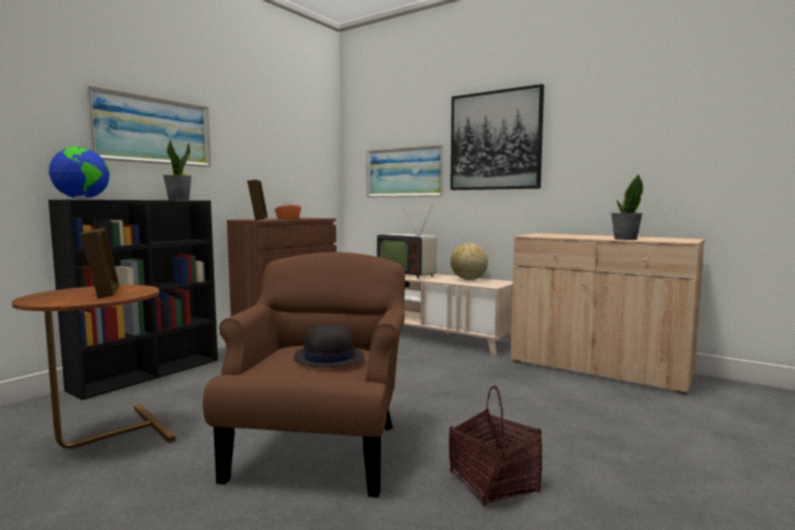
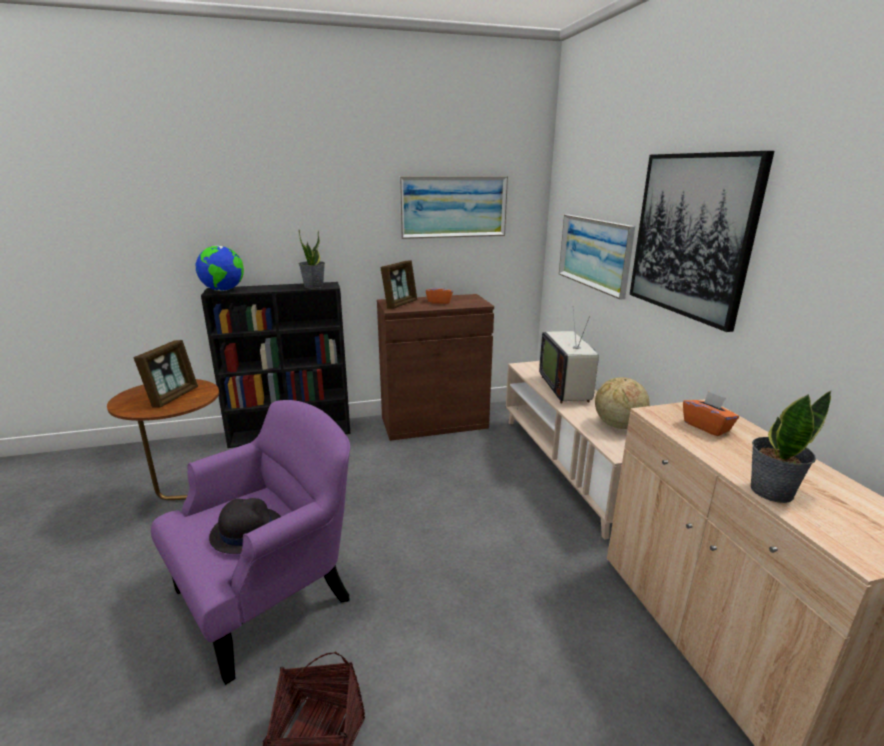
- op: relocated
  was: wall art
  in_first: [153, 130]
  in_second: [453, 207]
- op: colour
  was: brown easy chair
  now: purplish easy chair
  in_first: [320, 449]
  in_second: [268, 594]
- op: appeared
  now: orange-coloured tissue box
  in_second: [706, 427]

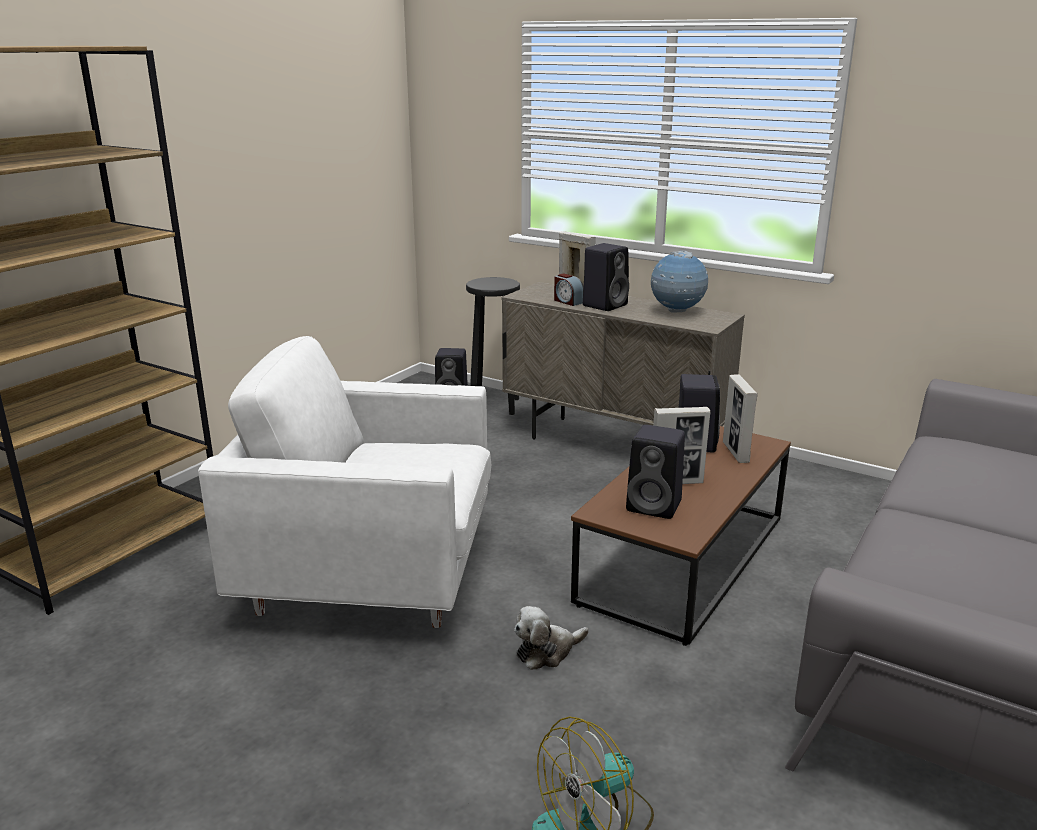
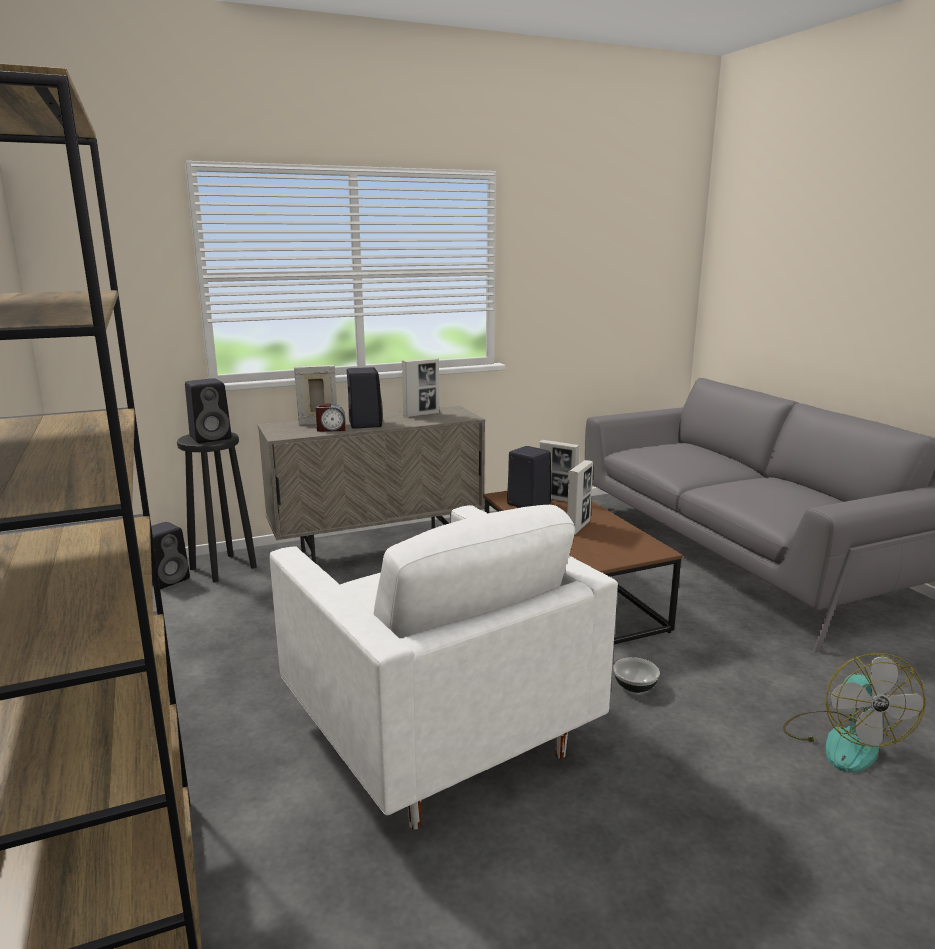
- op: spun
  was: white easy chair
  in_first: [371, 575]
  in_second: [435, 732]
  clockwise: -75
- op: exchanged
  was: cuddly toy
  now: deep dish
  in_first: [547, 652]
  in_second: [635, 686]
- op: relocated
  was: black audio speaker
  in_first: [656, 506]
  in_second: [212, 437]
- op: exchanged
  was: desk globe
  now: photo frame
  in_first: [677, 311]
  in_second: [421, 415]

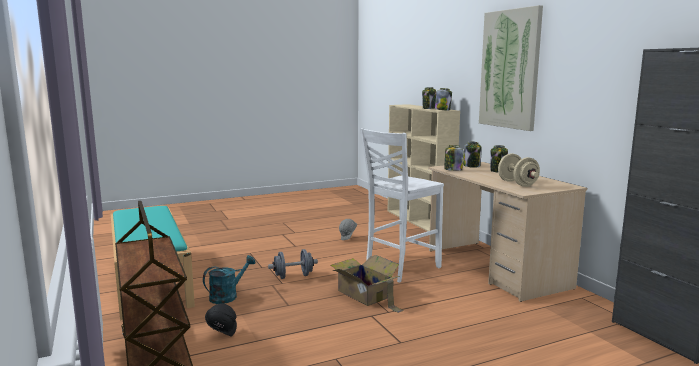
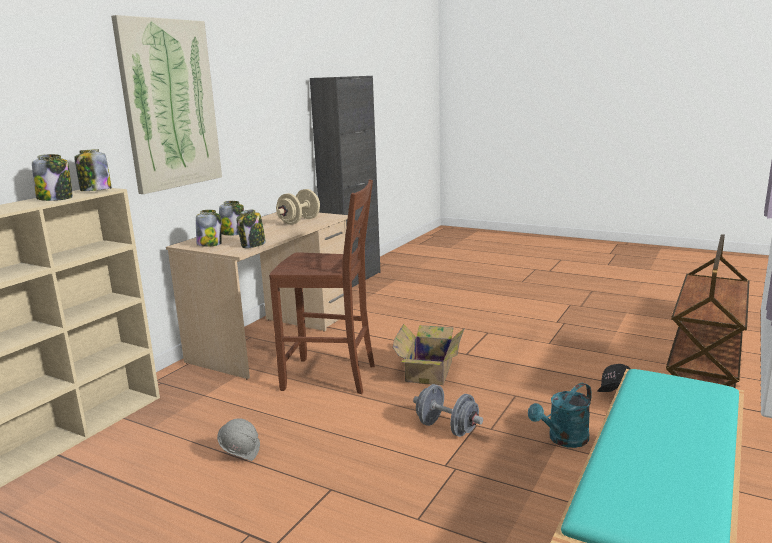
- op: spun
  was: turquoise sprinkling can
  in_first: [228, 296]
  in_second: [563, 440]
  clockwise: -45
- op: colour
  was: white plain chair
  now: brown plain chair
  in_first: [400, 268]
  in_second: [331, 377]

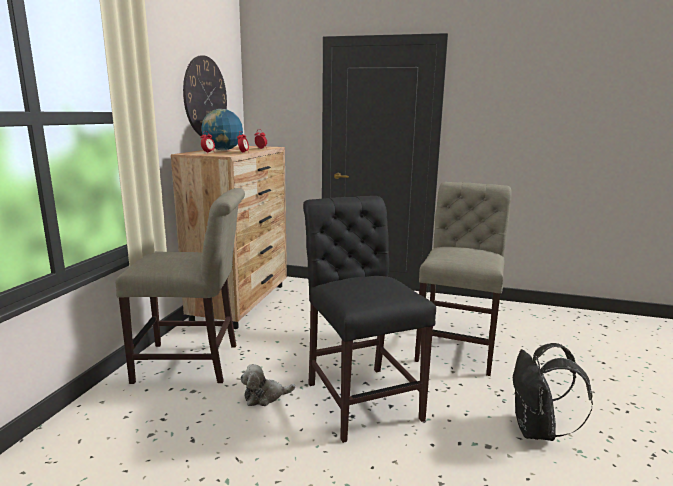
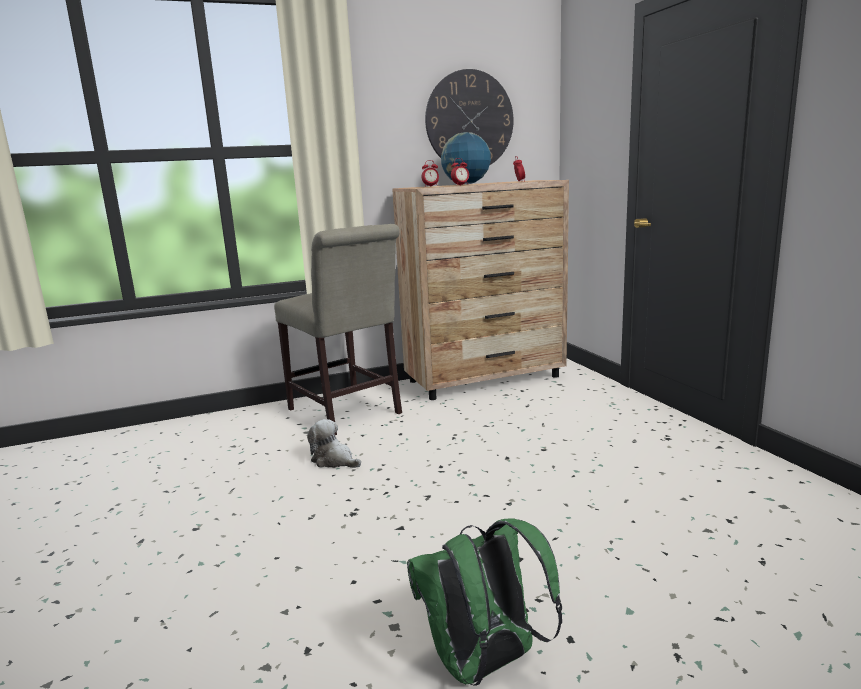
- op: missing
  was: black plain chair
  in_first: [360, 396]
- op: missing
  was: beige plain chair
  in_first: [457, 346]
- op: colour
  was: black backpack
  now: greenish backpack
  in_first: [537, 431]
  in_second: [485, 665]

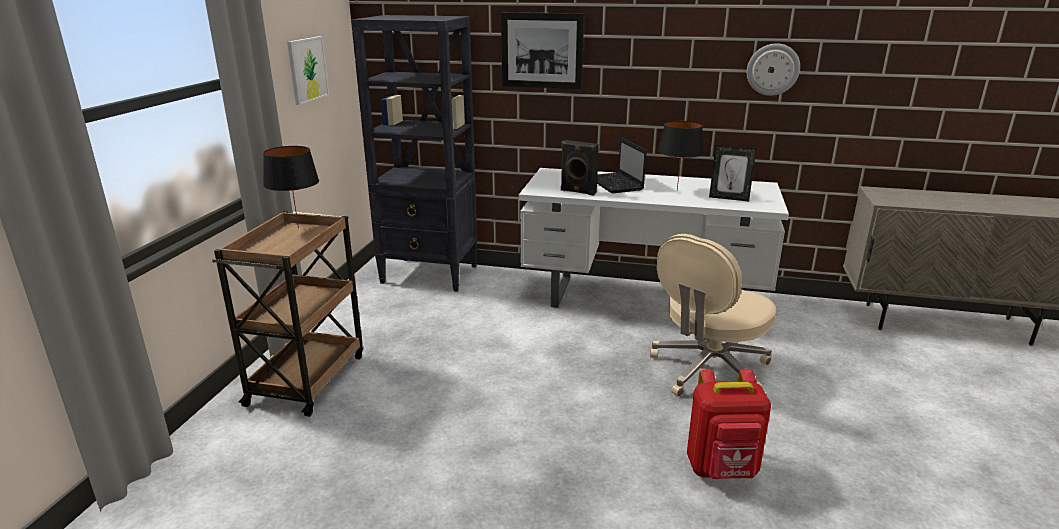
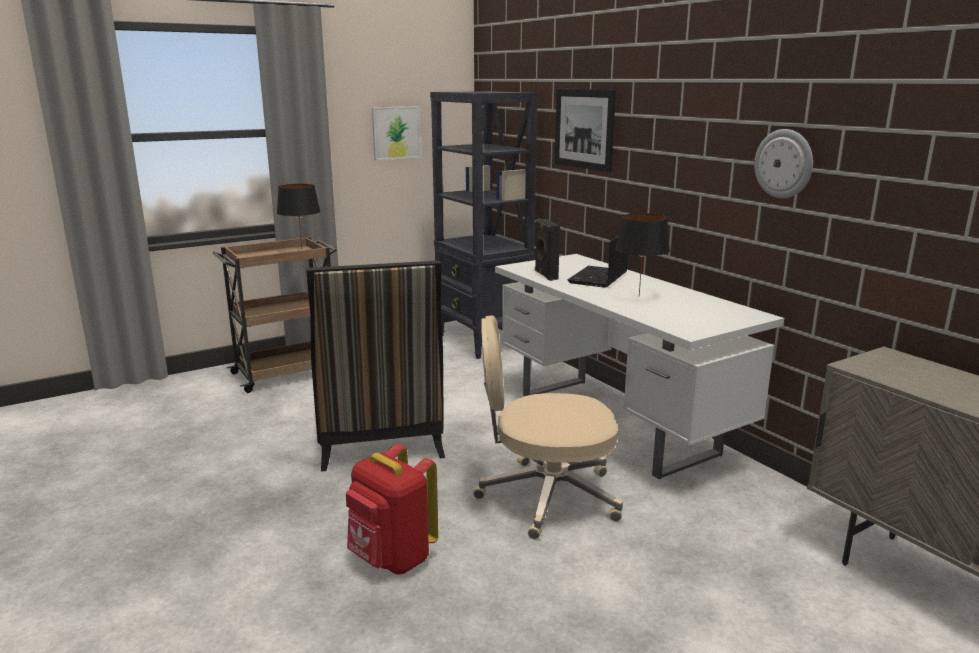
- op: missing
  was: photo frame
  in_first: [729, 198]
- op: appeared
  now: plain chair
  in_second: [378, 438]

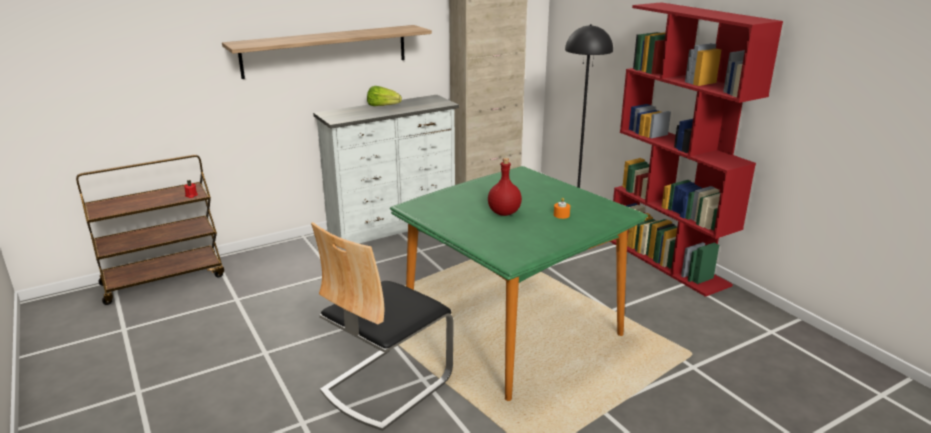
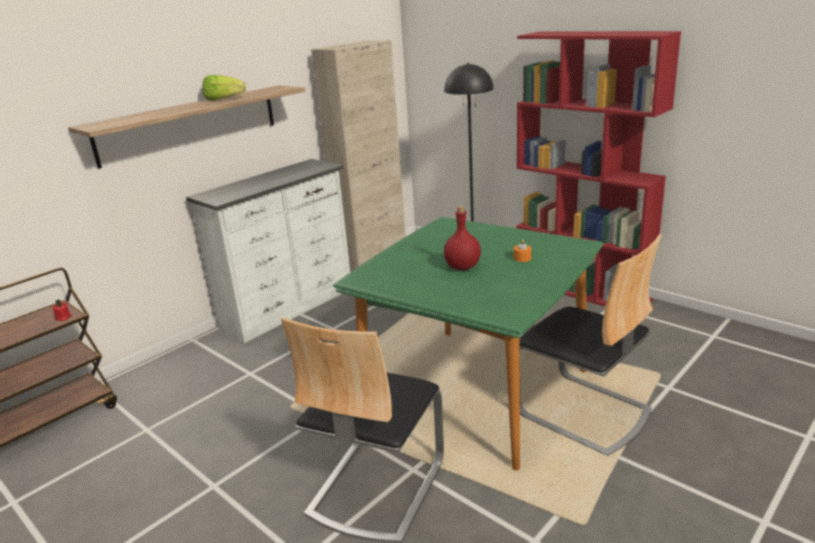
- op: relocated
  was: lettuce head
  in_first: [383, 106]
  in_second: [223, 99]
- op: appeared
  now: plain chair
  in_second: [582, 412]

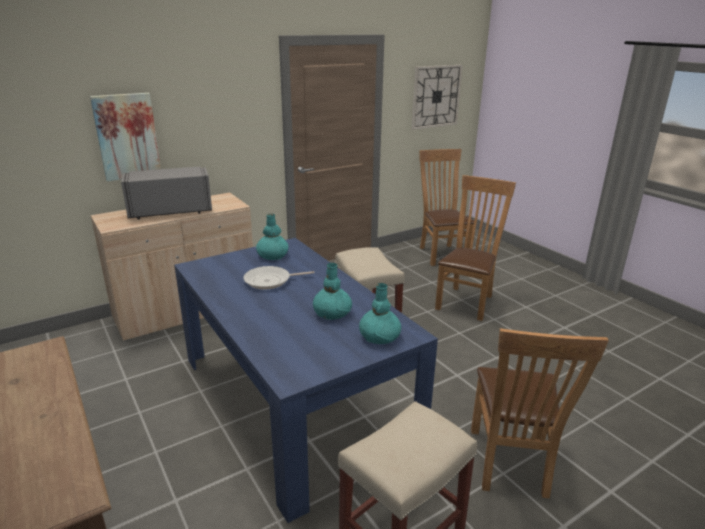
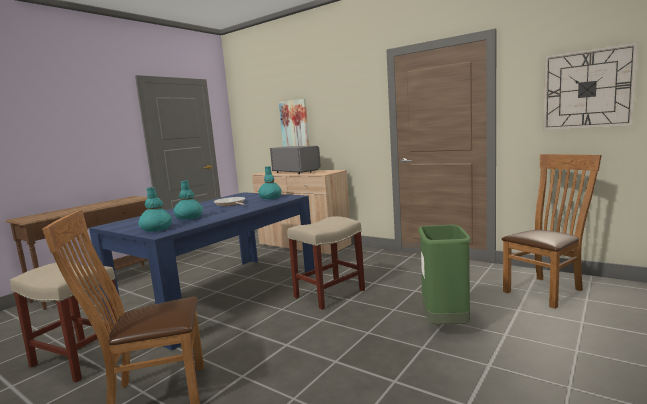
- op: exchanged
  was: brown plain chair
  now: greenish trash can
  in_first: [467, 301]
  in_second: [445, 324]

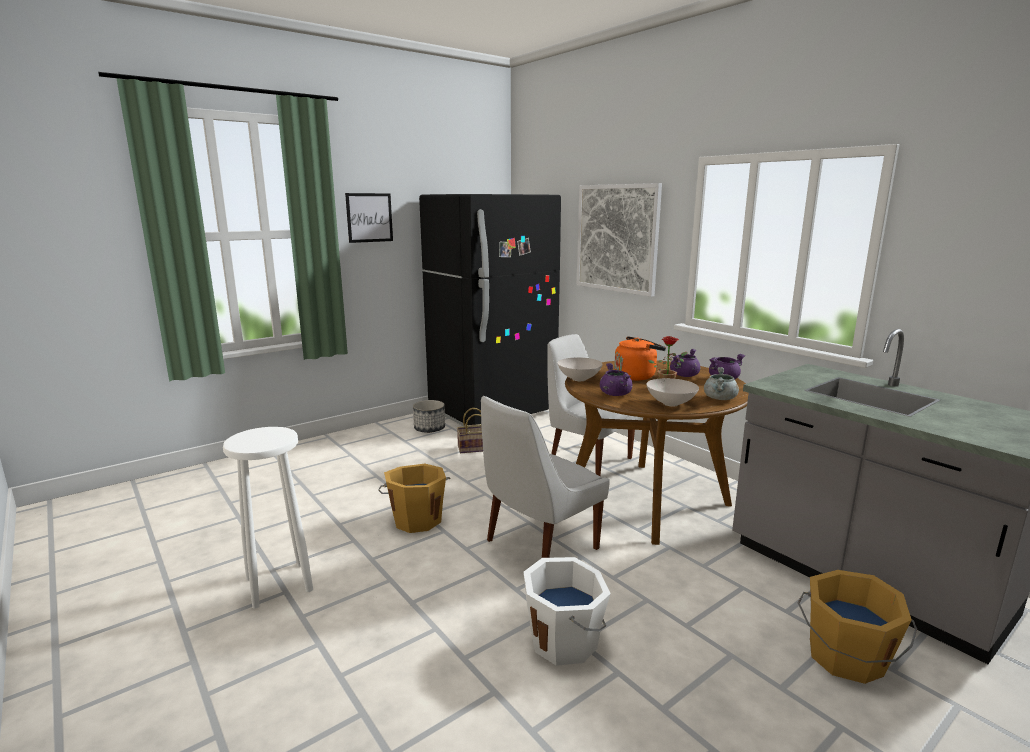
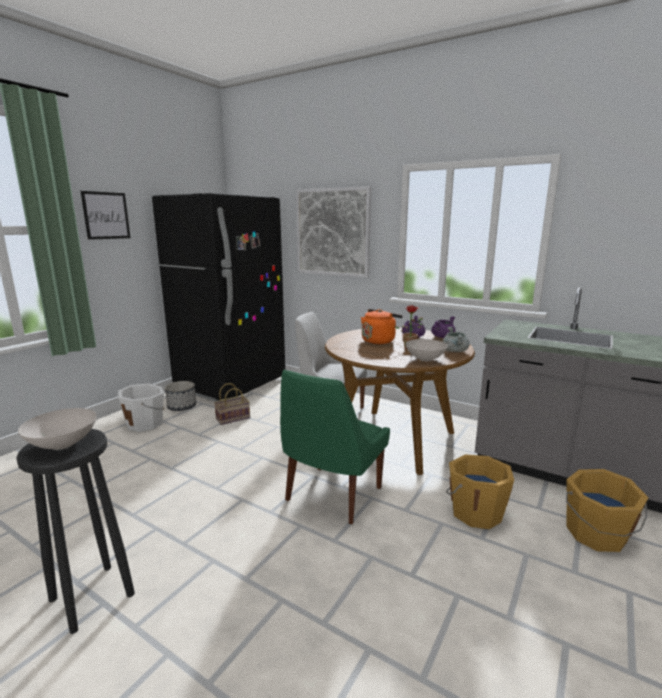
- op: colour
  was: white stool
  now: black stool
  in_first: [279, 583]
  in_second: [91, 596]
- op: relocated
  was: orange-coloured pail
  in_first: [417, 519]
  in_second: [475, 512]
- op: colour
  was: white plain chair
  now: greenish plain chair
  in_first: [538, 546]
  in_second: [331, 496]
- op: relocated
  was: white pail
  in_first: [565, 641]
  in_second: [146, 423]
- op: relocated
  was: white deep dish
  in_first: [578, 379]
  in_second: [62, 444]
- op: missing
  was: purplish stockpot
  in_first: [615, 394]

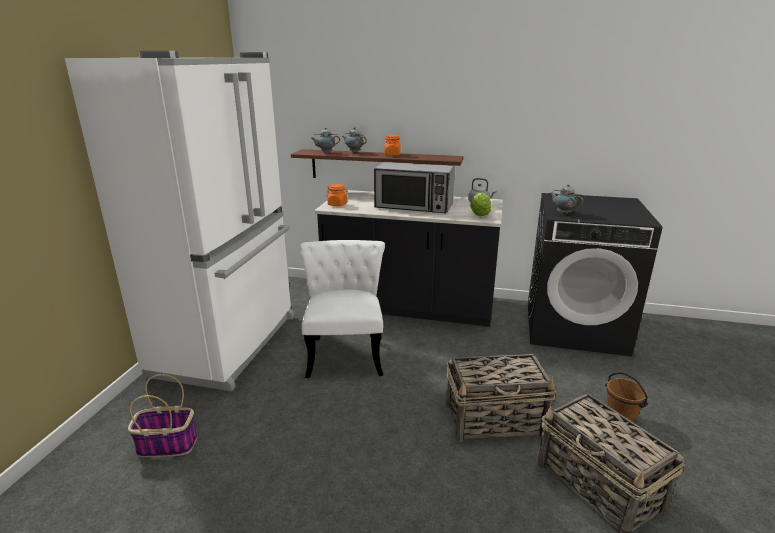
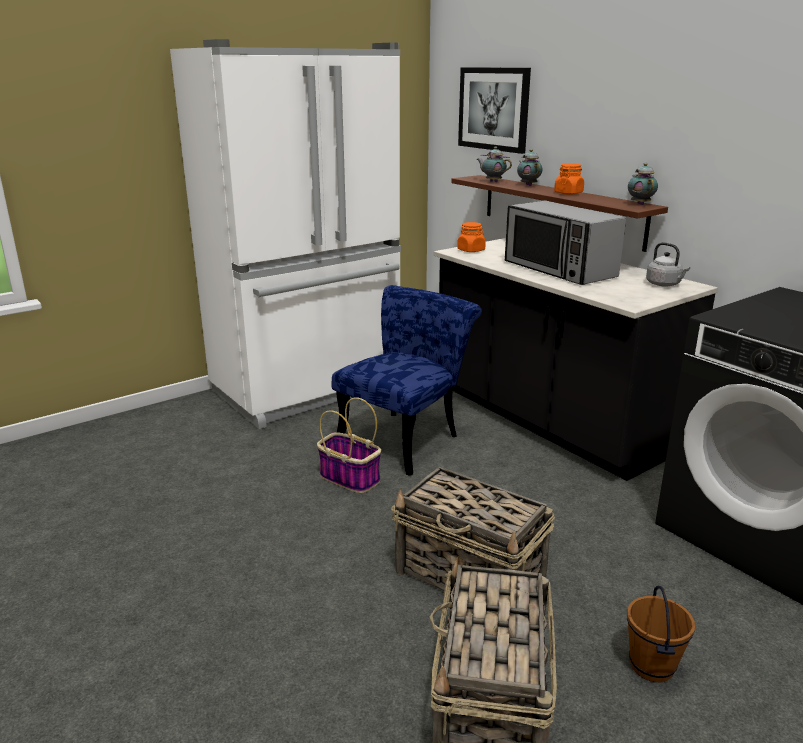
- op: relocated
  was: household basket
  in_first: [166, 445]
  in_second: [348, 478]
- op: colour
  was: white plain chair
  now: blue-coloured plain chair
  in_first: [345, 352]
  in_second: [406, 438]
- op: missing
  was: lettuce head
  in_first: [479, 213]
- op: relocated
  was: pot for tea
  in_first: [563, 213]
  in_second: [640, 204]
- op: appeared
  now: wall art
  in_second: [493, 109]

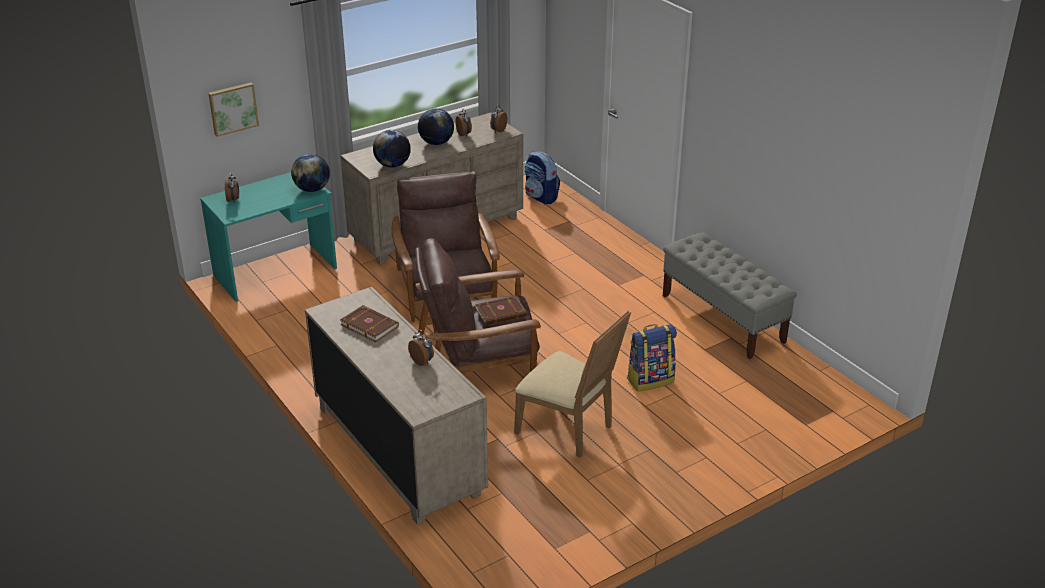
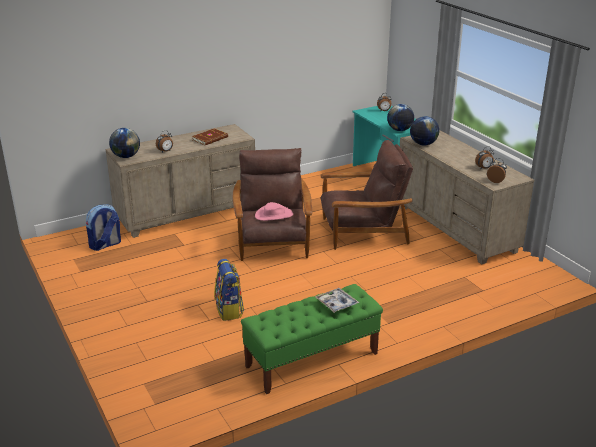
- op: missing
  was: wall art
  in_first: [232, 108]
- op: relocated
  was: desk globe
  in_first: [436, 143]
  in_second: [126, 156]
- op: exchanged
  was: brown bound book
  now: pinkish hat
  in_first: [501, 313]
  in_second: [274, 215]
- op: missing
  was: beige plain chair
  in_first: [569, 430]
- op: relocated
  was: backpack
  in_first: [541, 197]
  in_second: [105, 245]
- op: colour
  was: gray indoor bench
  now: greenish indoor bench
  in_first: [723, 318]
  in_second: [311, 360]
- op: appeared
  now: carrying tray
  in_second: [336, 303]

